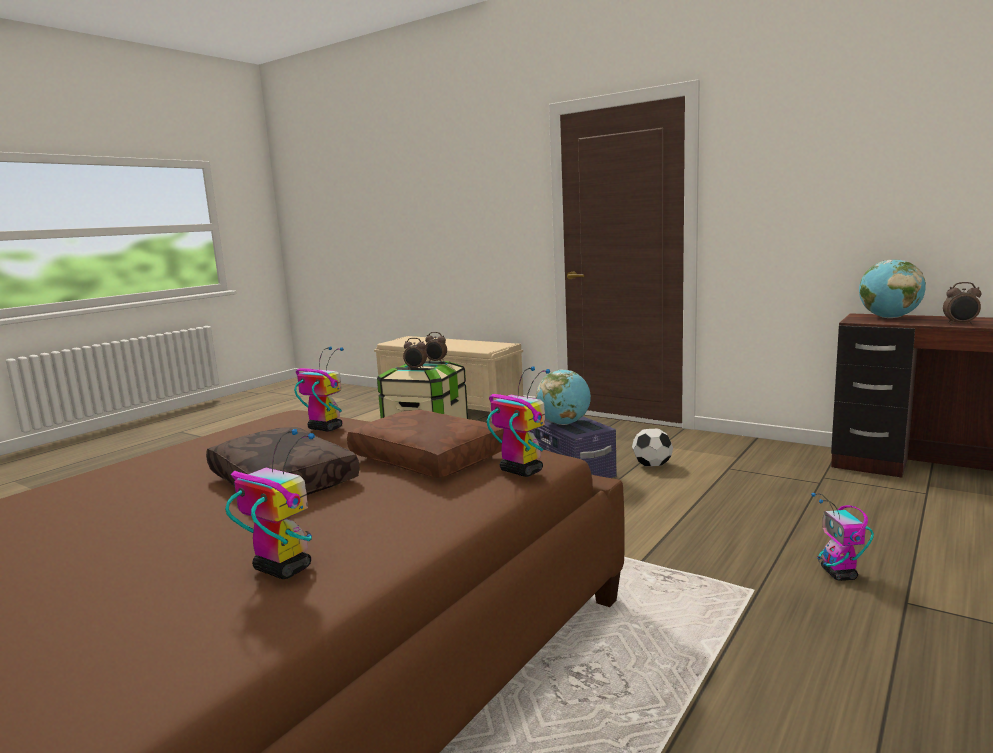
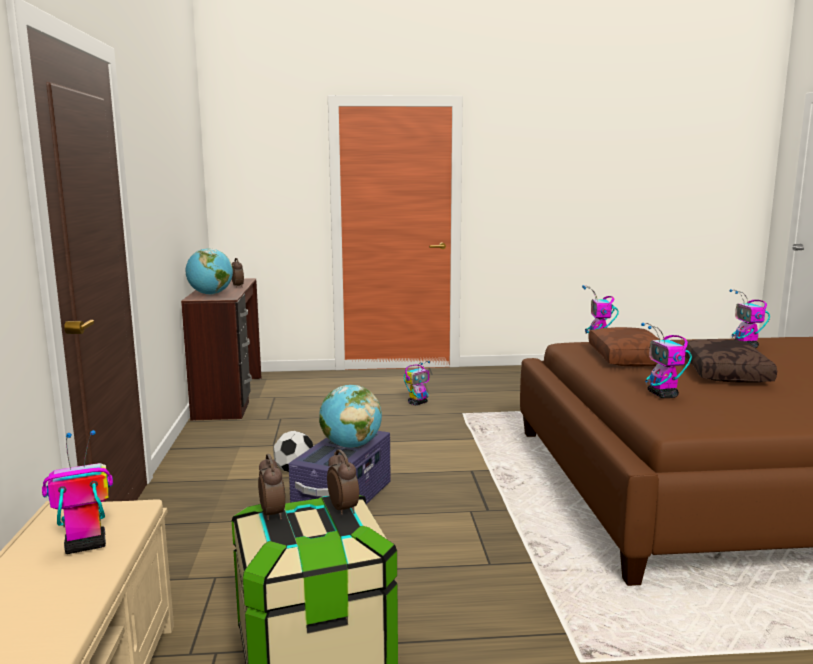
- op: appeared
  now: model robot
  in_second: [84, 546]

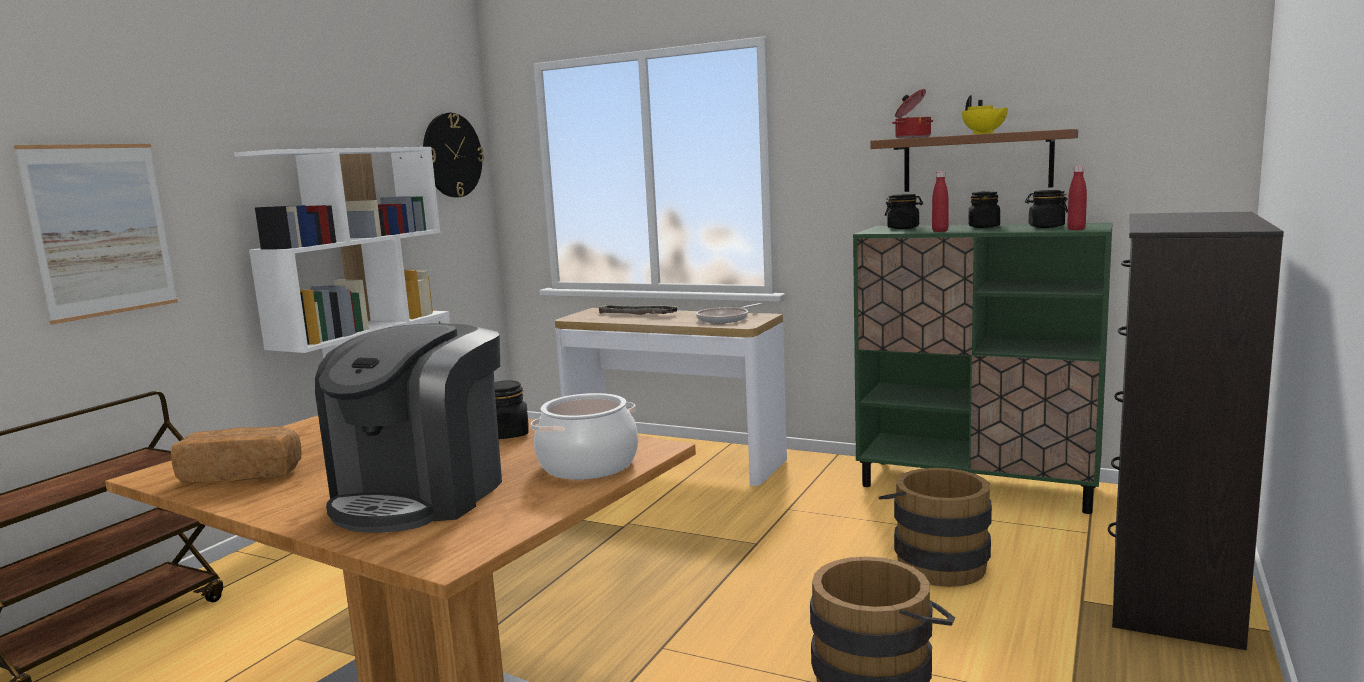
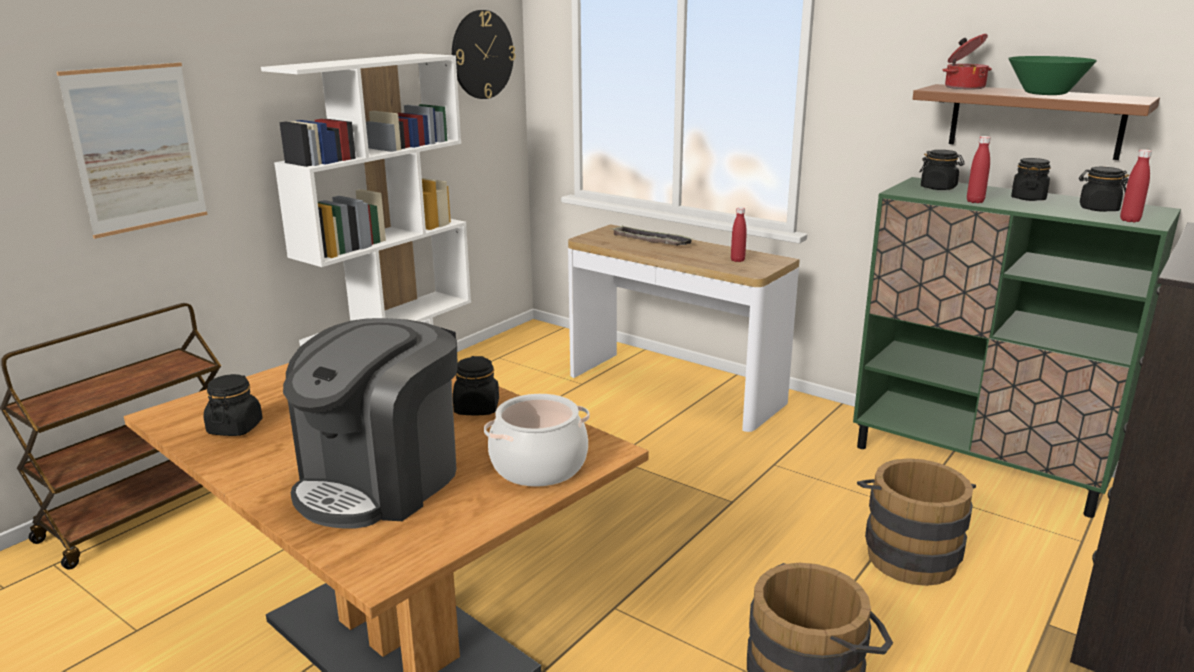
- op: exchanged
  was: bread
  now: black storage jar
  in_first: [242, 475]
  in_second: [235, 428]
- op: exchanged
  was: frying pan
  now: red-coloured beverage bottle
  in_first: [725, 319]
  in_second: [737, 260]
- op: exchanged
  was: yellow pot for tea
  now: greenish deep dish
  in_first: [984, 133]
  in_second: [1045, 93]

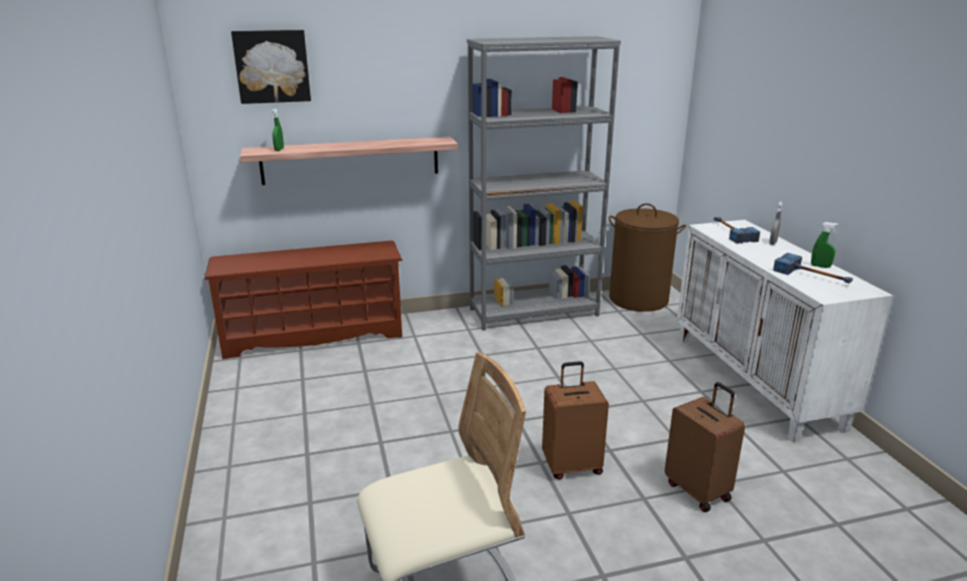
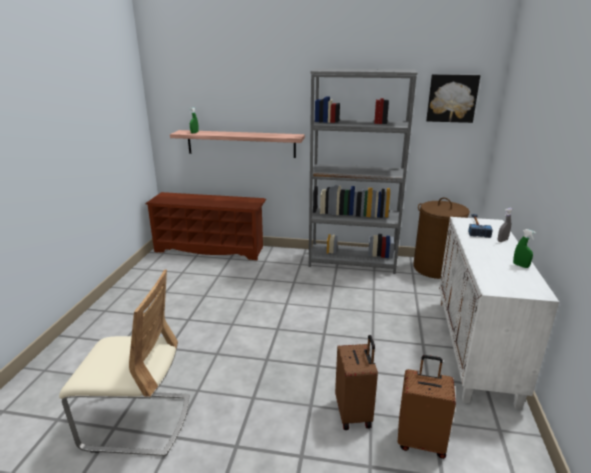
- op: relocated
  was: wall art
  in_first: [272, 66]
  in_second: [452, 98]
- op: relocated
  was: brown suitcase
  in_first: [571, 466]
  in_second: [421, 441]
- op: missing
  was: tool hammer
  in_first: [813, 276]

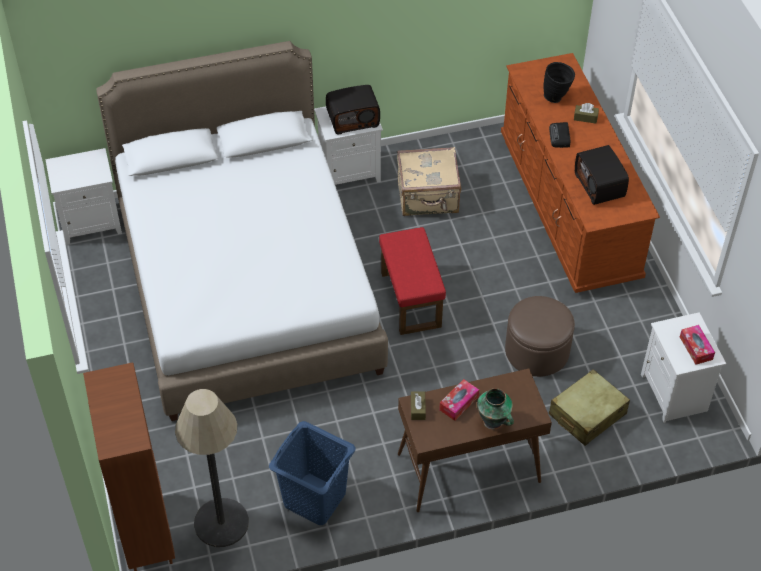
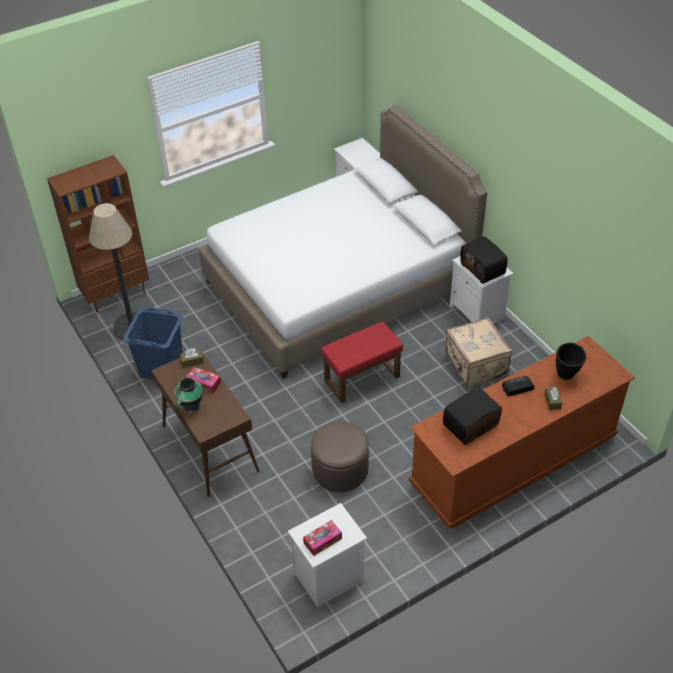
- op: missing
  was: beige suitcase
  in_first: [587, 414]

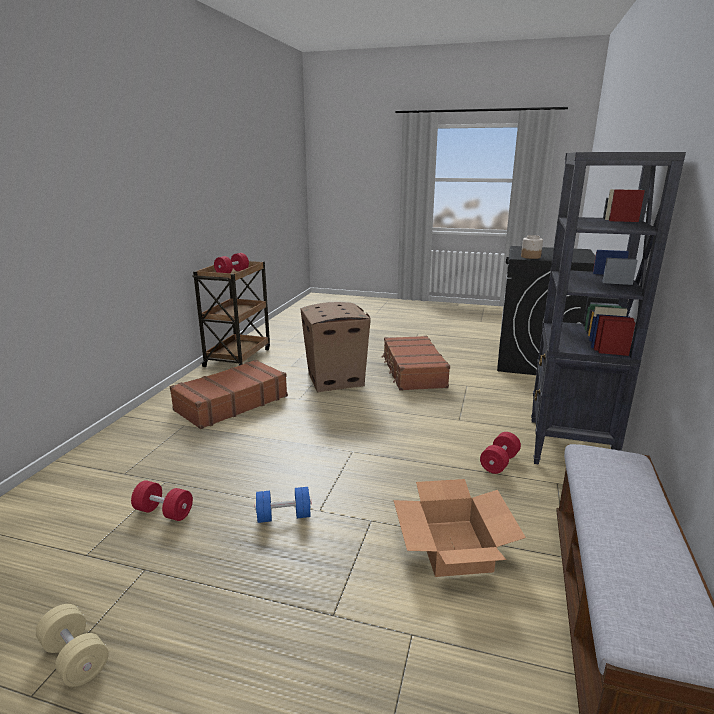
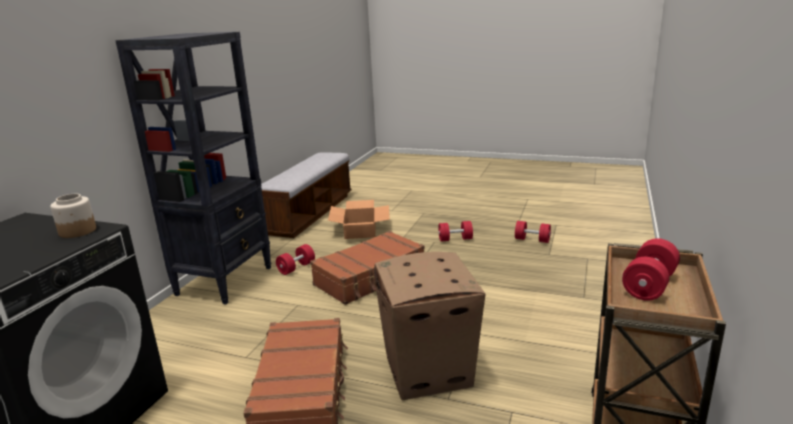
- op: missing
  was: beige dumbbell
  in_first: [75, 658]
- op: relocated
  was: brown suitcase
  in_first: [231, 403]
  in_second: [371, 277]
- op: colour
  was: blue-coloured dumbbell
  now: red-coloured dumbbell
  in_first: [284, 516]
  in_second: [455, 239]

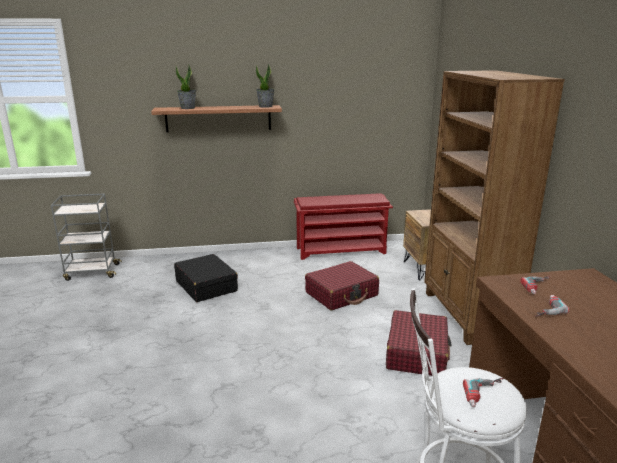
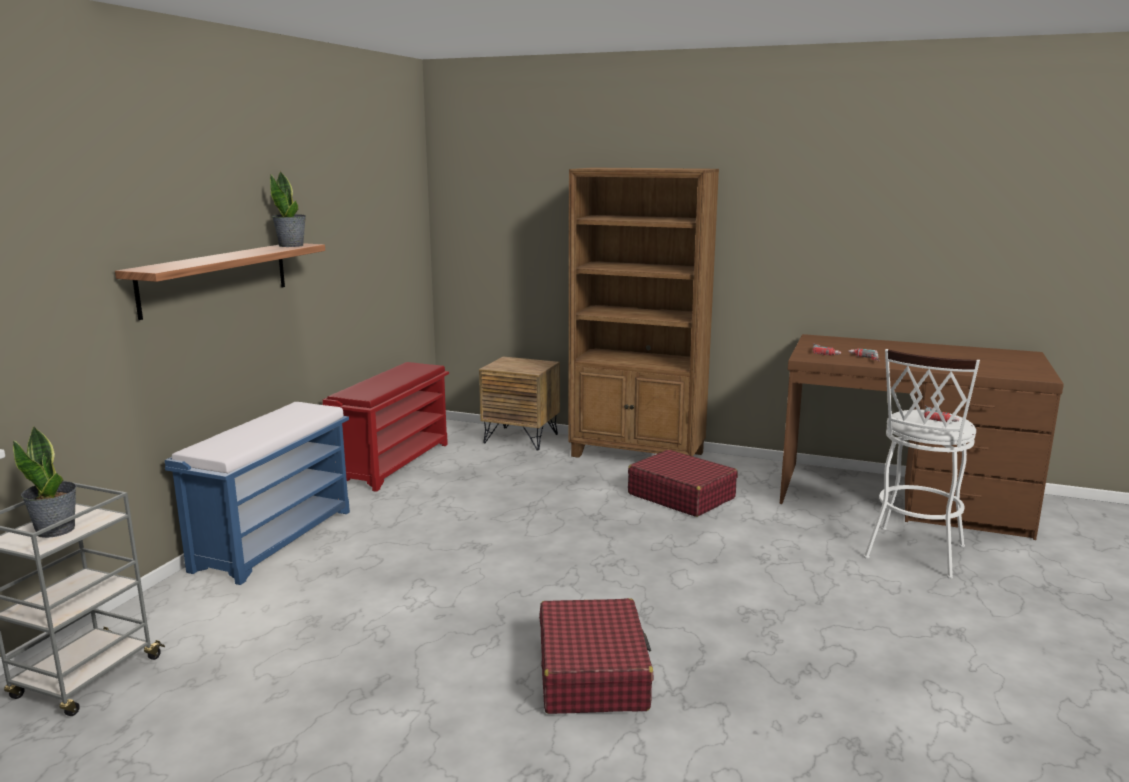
- op: missing
  was: black suitcase
  in_first: [206, 286]
- op: relocated
  was: plant in a pot
  in_first: [188, 108]
  in_second: [56, 530]
- op: relocated
  was: red-coloured suitcase
  in_first: [342, 294]
  in_second: [592, 673]
- op: appeared
  now: blue-coloured indoor bench
  in_second: [274, 539]

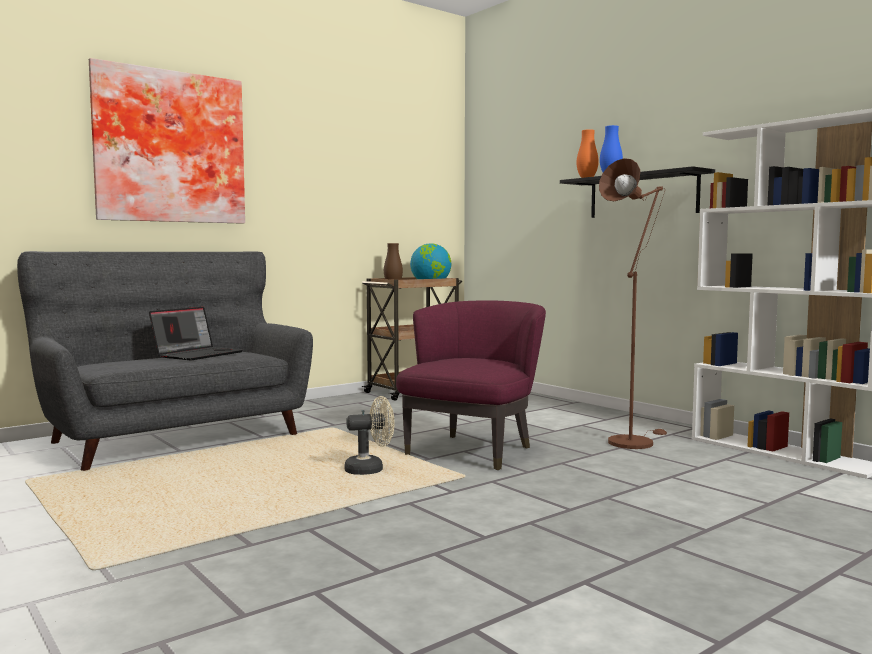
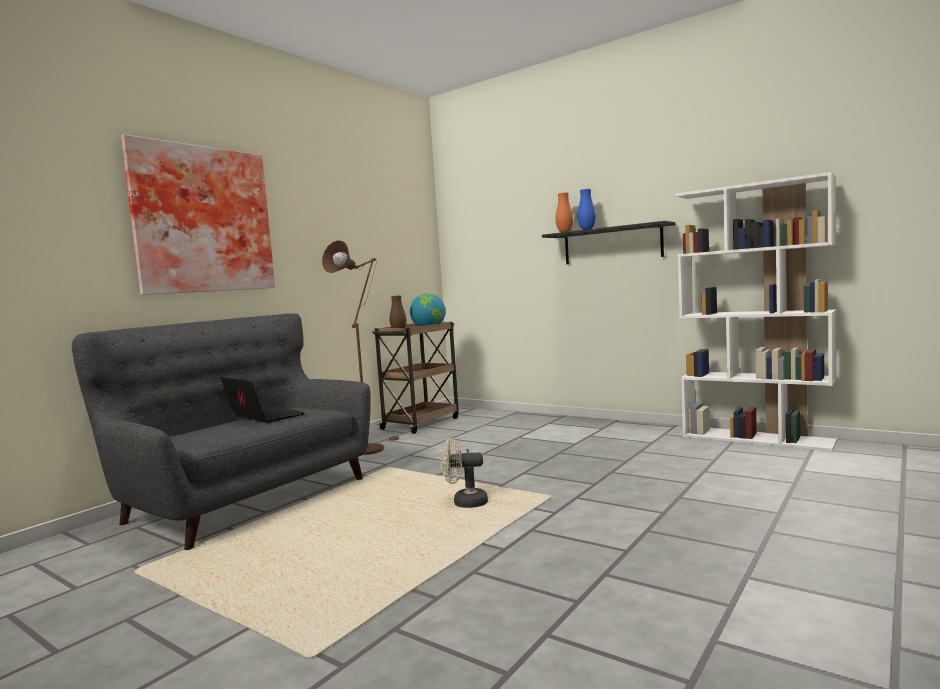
- op: spun
  was: notebook computer
  in_first: [198, 354]
  in_second: [263, 417]
  clockwise: -60
- op: spun
  was: beige electric fan
  in_first: [370, 469]
  in_second: [464, 503]
  clockwise: -150
- op: missing
  was: purplish easy chair
  in_first: [473, 450]
- op: relocated
  was: brown standard lamp
  in_first: [633, 441]
  in_second: [370, 448]

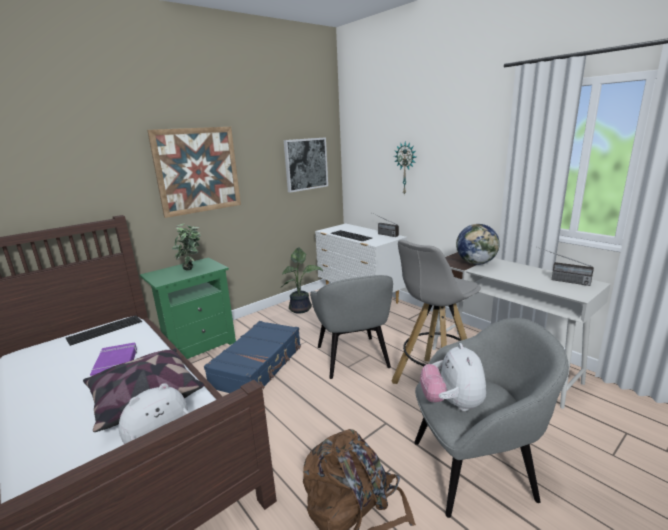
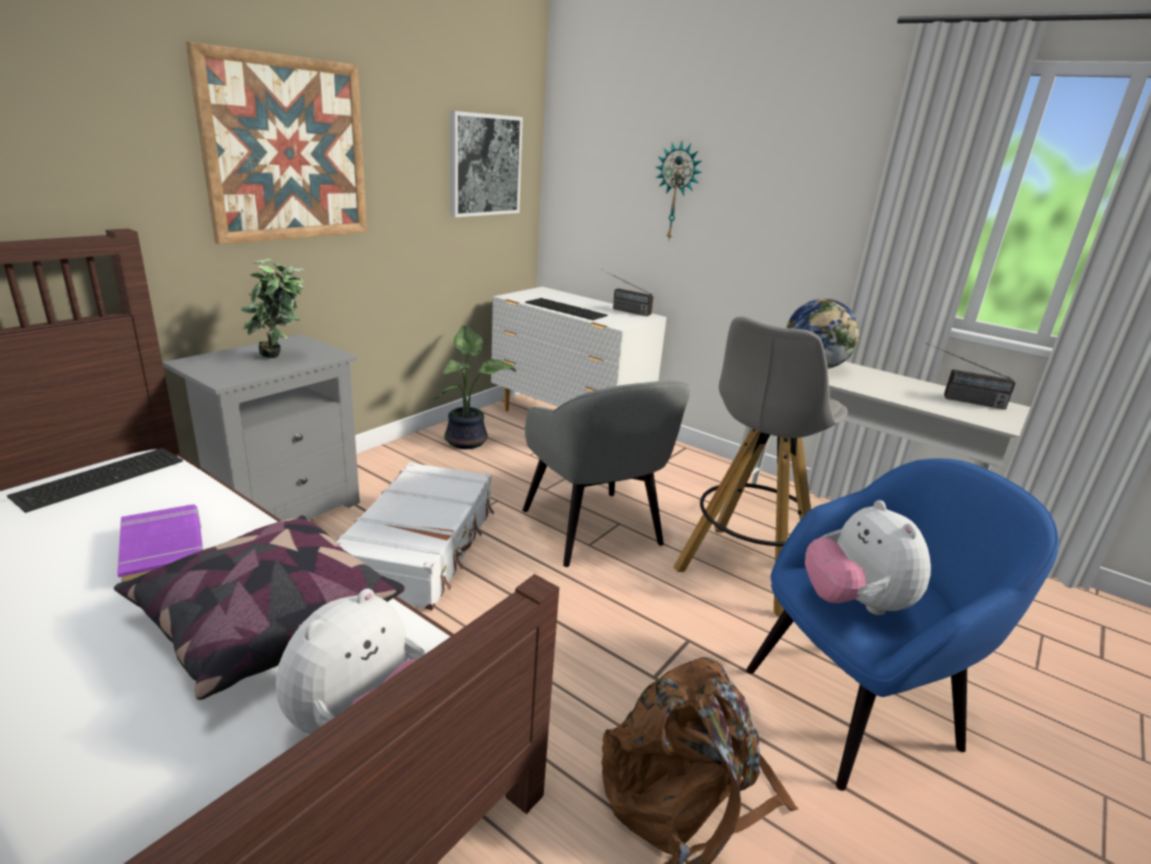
- op: colour
  was: greenish nightstand
  now: gray nightstand
  in_first: [198, 345]
  in_second: [283, 510]
- op: colour
  was: blue-coloured suitcase
  now: white suitcase
  in_first: [258, 366]
  in_second: [421, 548]
- op: colour
  was: gray easy chair
  now: blue-coloured easy chair
  in_first: [475, 468]
  in_second: [855, 706]

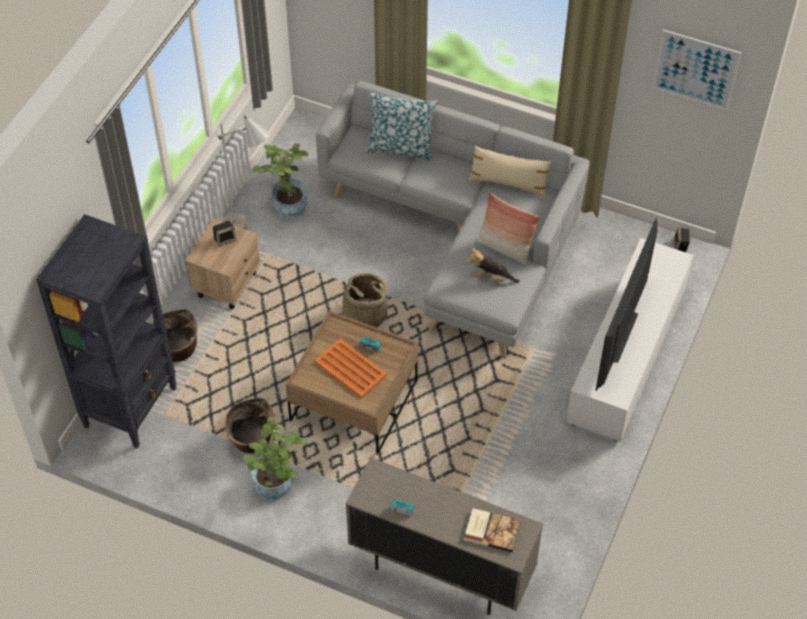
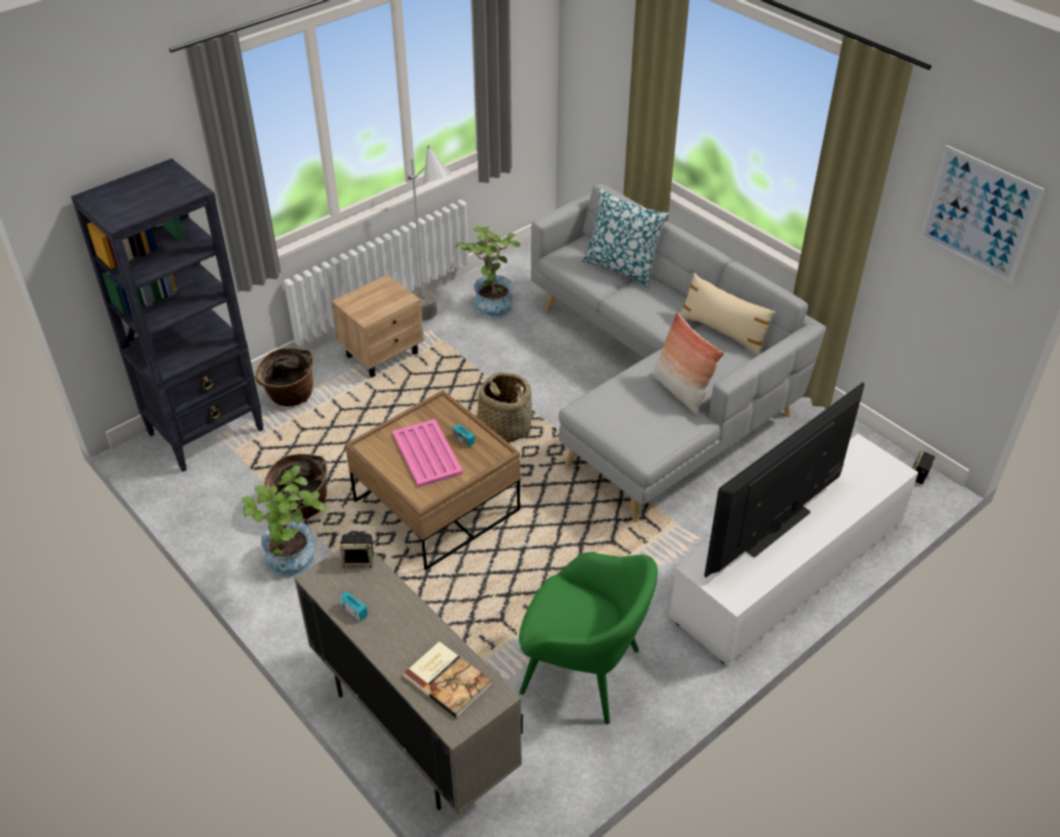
- op: relocated
  was: audio speaker
  in_first: [225, 239]
  in_second: [359, 560]
- op: colour
  was: orange-coloured carrying tray
  now: pinkish carrying tray
  in_first: [351, 369]
  in_second: [427, 454]
- op: missing
  was: cuddly toy
  in_first: [490, 278]
- op: appeared
  now: greenish easy chair
  in_second: [583, 672]

